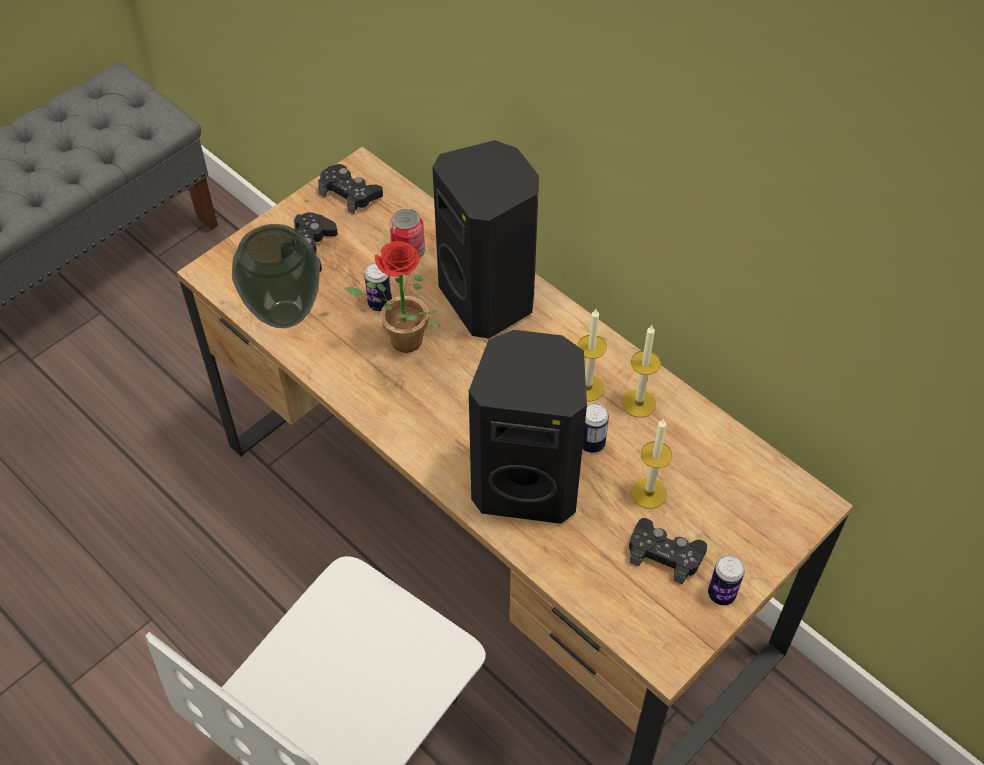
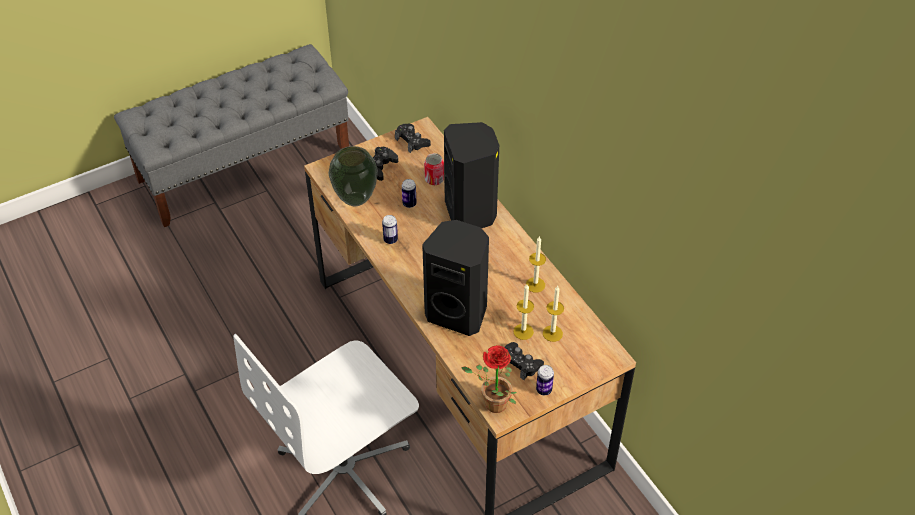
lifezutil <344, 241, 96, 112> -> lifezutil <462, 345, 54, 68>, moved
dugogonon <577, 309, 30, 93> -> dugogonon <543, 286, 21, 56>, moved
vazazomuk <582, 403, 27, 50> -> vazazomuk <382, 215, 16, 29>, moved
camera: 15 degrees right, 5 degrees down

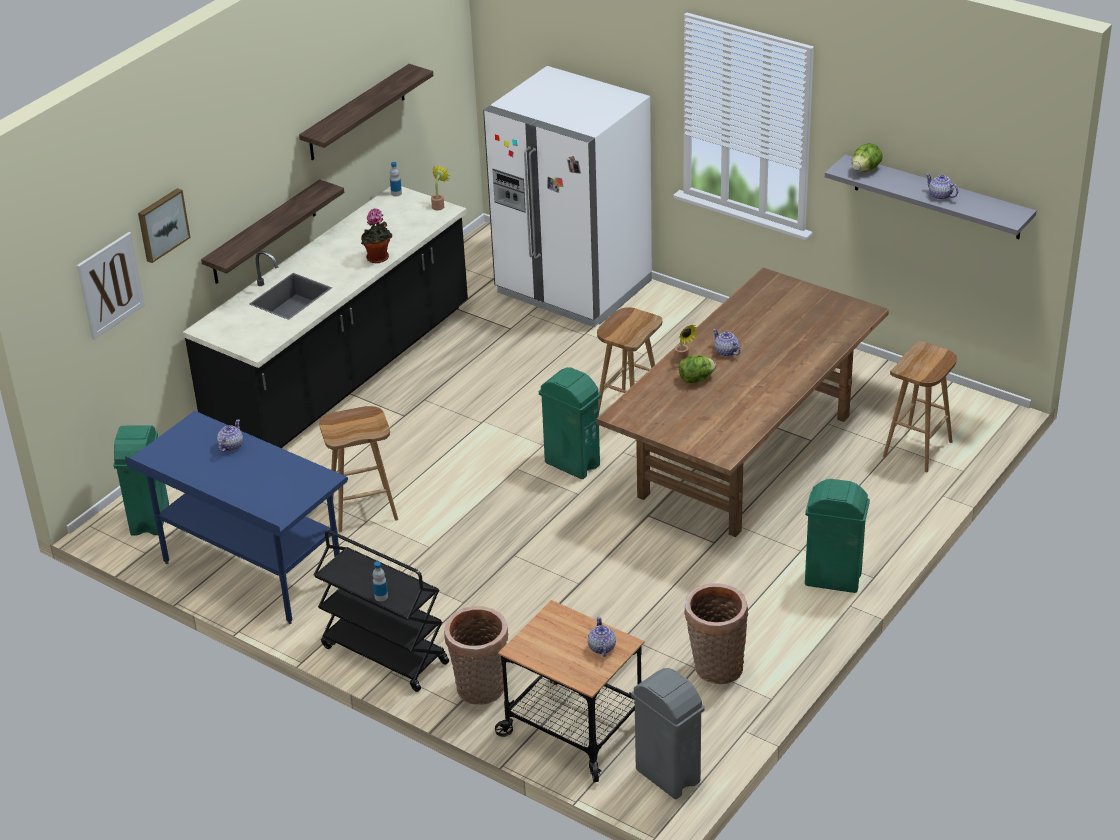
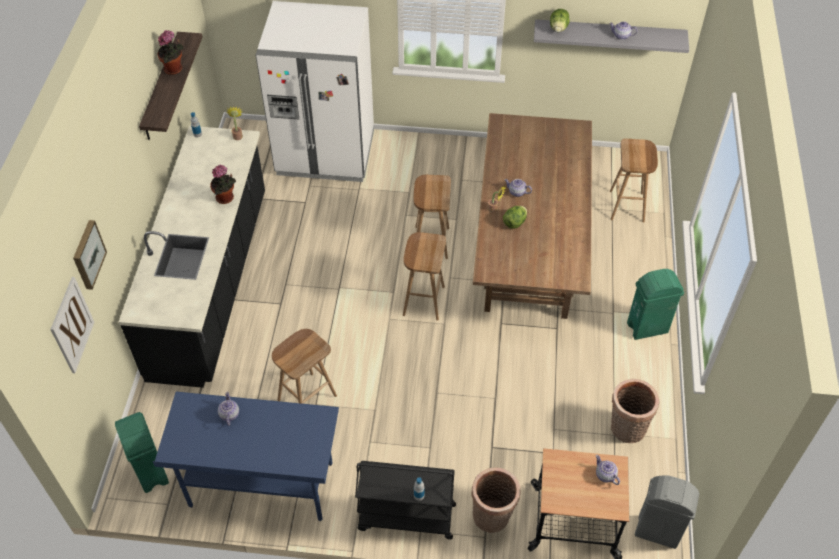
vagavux <201, 179, 143, 105> -> none
none -> lifezutil <157, 30, 26, 45>
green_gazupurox <539, 367, 62, 112> -> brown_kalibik <403, 232, 43, 89>
camera: 30 degrees left, 15 degrees up

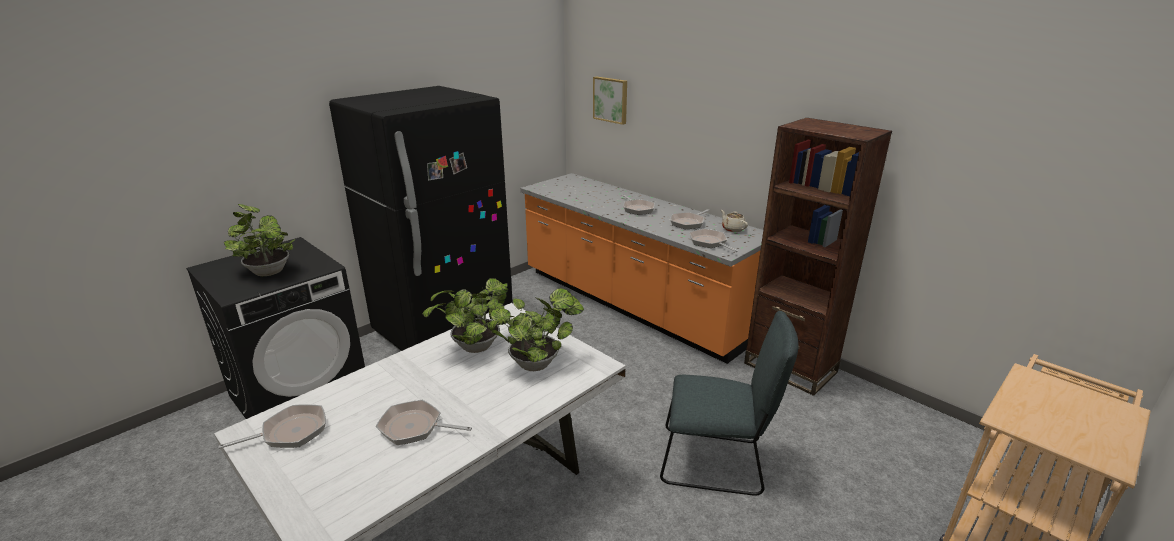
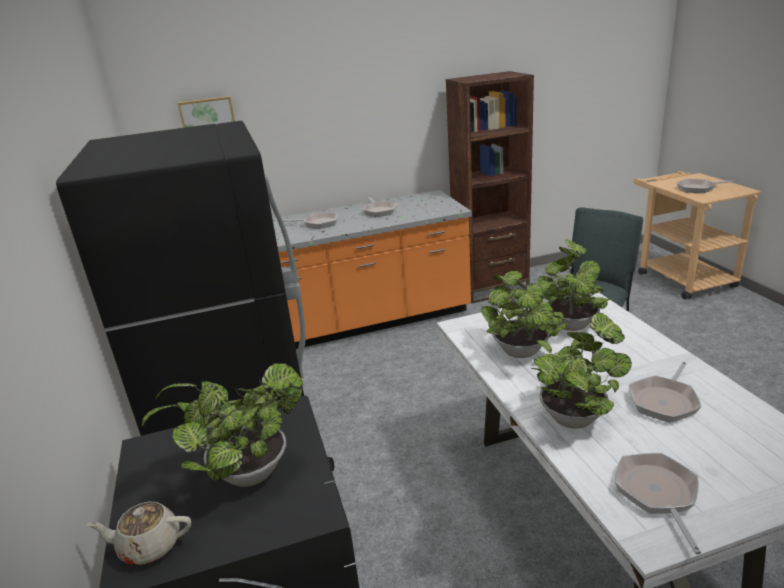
none -> lifezutil <531, 313, 101, 116>
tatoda <689, 229, 49, 23> -> tatoda <676, 179, 58, 14>, moved
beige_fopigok <721, 210, 27, 22> -> beige_fopigok <87, 502, 104, 63>, moved
camera: 60 degrees left, 0 degrees up

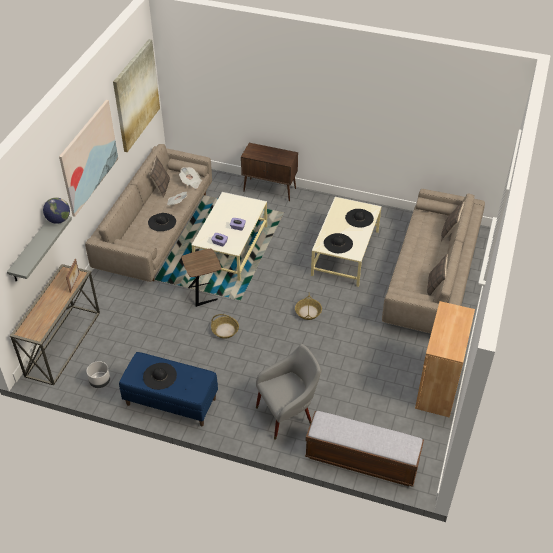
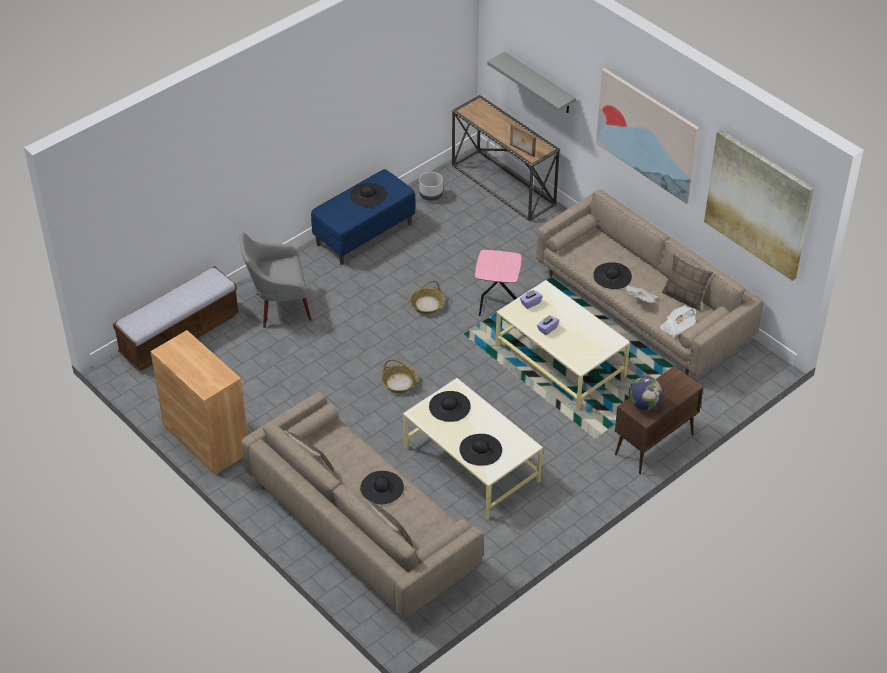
none -> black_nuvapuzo <360, 471, 44, 33>
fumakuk <43, 197, 27, 27> -> fumakuk <629, 376, 34, 34>, moved
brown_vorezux <182, 249, 39, 58> -> pink_vorezux <475, 250, 47, 66>
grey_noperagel <256, 344, 65, 96> -> grey_noperagel <240, 232, 71, 96>, 75 degrees clockwise
camera: 120 degrees right, 0 degrees up

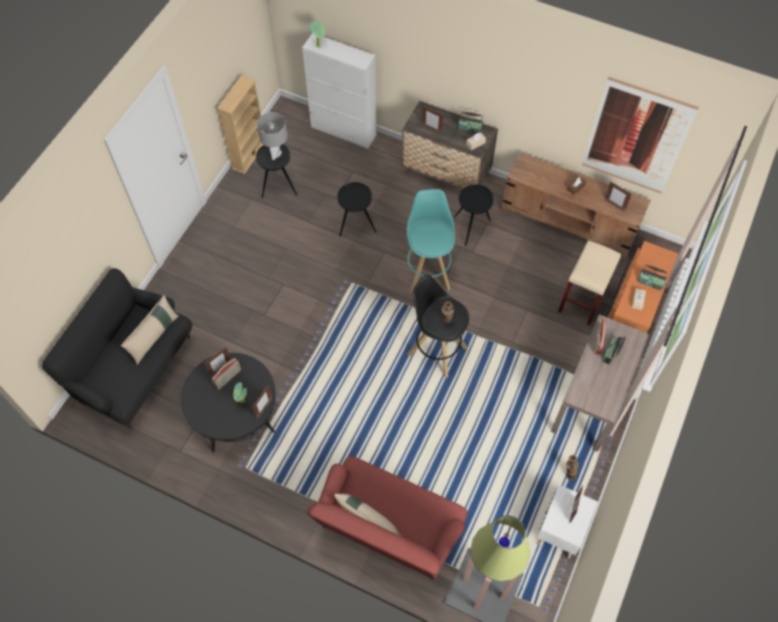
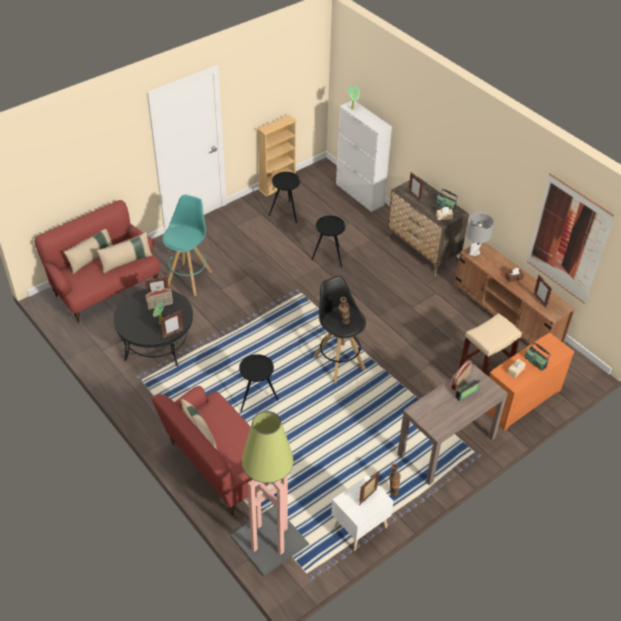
none -> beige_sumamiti <63, 229, 50, 46>
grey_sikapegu <257, 112, 30, 48> -> grey_sikapegu <466, 213, 28, 43>, moved
turquoise_kalibik <407, 189, 48, 103> -> turquoise_kalibik <163, 195, 49, 101>, moved
black_vorezux <454, 184, 40, 62> -> black_vorezux <239, 354, 39, 58>, moved
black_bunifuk <42, 268, 150, 160> -> red_bunifuk <35, 200, 126, 123>
camera: 25 degrees right, 15 degrees down

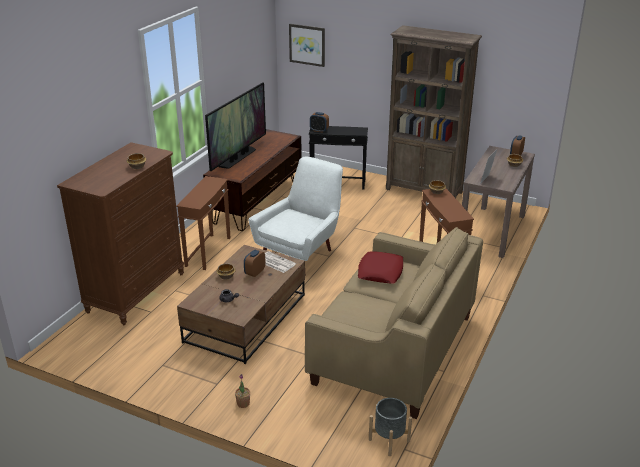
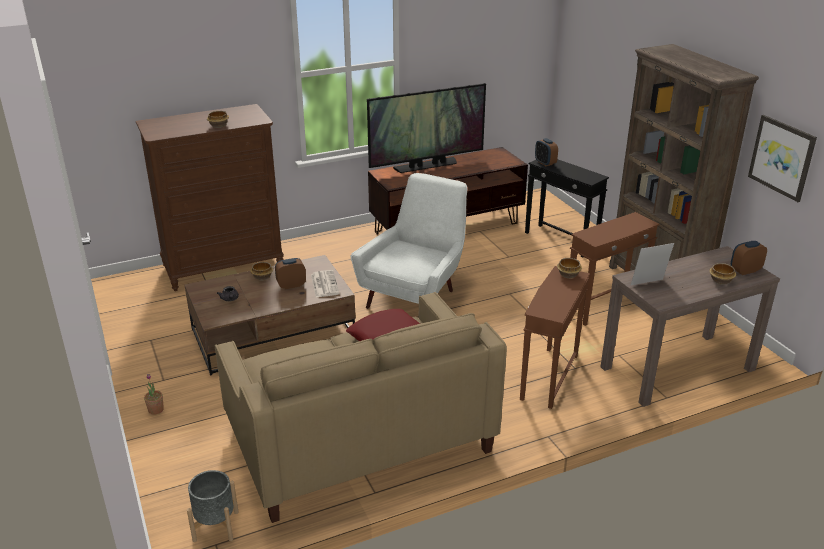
brown_vorezux <177, 176, 54, 94> -> brown_vorezux <570, 212, 89, 114>, moved
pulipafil <289, 24, 36, 43> -> pulipafil <748, 115, 69, 87>, moved
white_noperagel <249, 157, 94, 104> -> white_noperagel <351, 173, 116, 136>, 45 degrees counterclockwise
camera: 40 degrees right, 0 degrees up

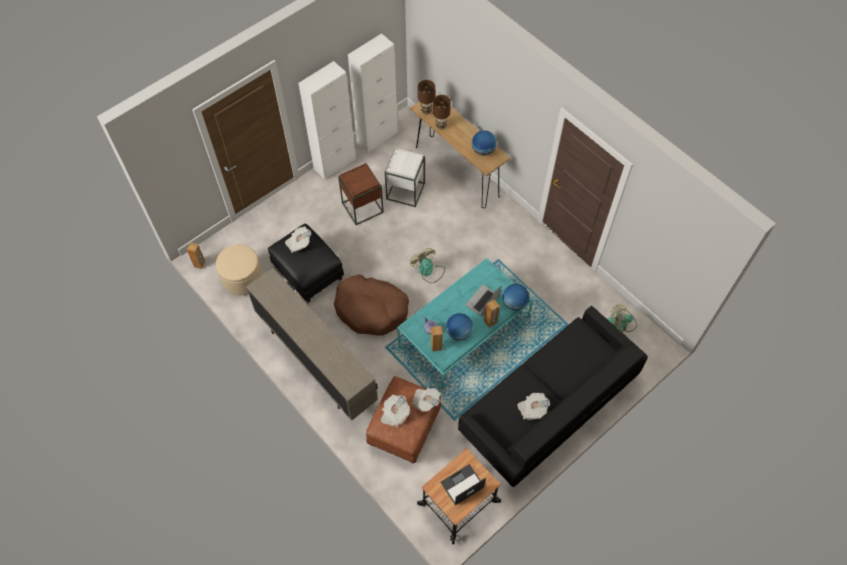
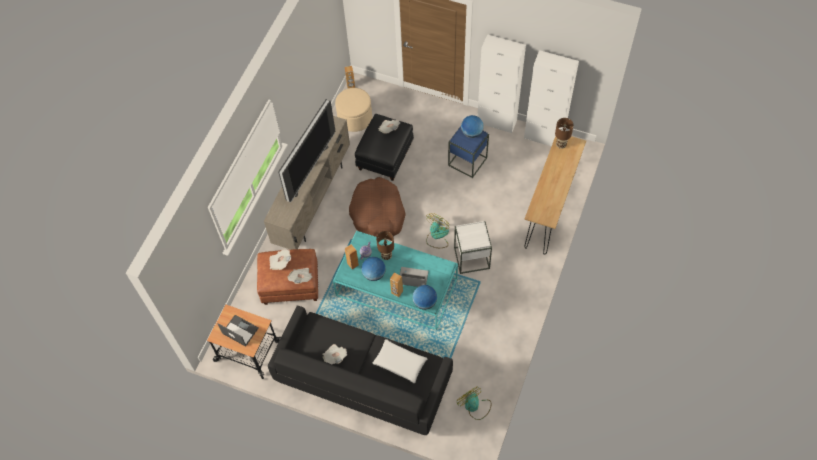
none -> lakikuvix <278, 99, 57, 104>
none -> white_sumamiti <373, 339, 54, 44>
white_vorezux <385, 148, 40, 59> -> white_vorezux <454, 221, 38, 53>, moved
brown_sikapegu <433, 95, 18, 35> -> brown_sikapegu <376, 231, 18, 29>, moved
fumakuk <472, 130, 25, 26> -> fumakuk <461, 115, 23, 23>, moved
brown_vorezux <338, 163, 46, 62> -> blue_vorezux <448, 126, 41, 52>
camera: 65 degrees right, 0 degrees up

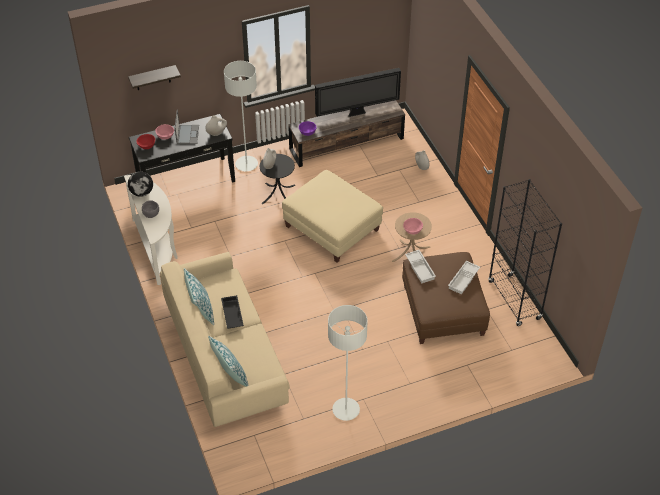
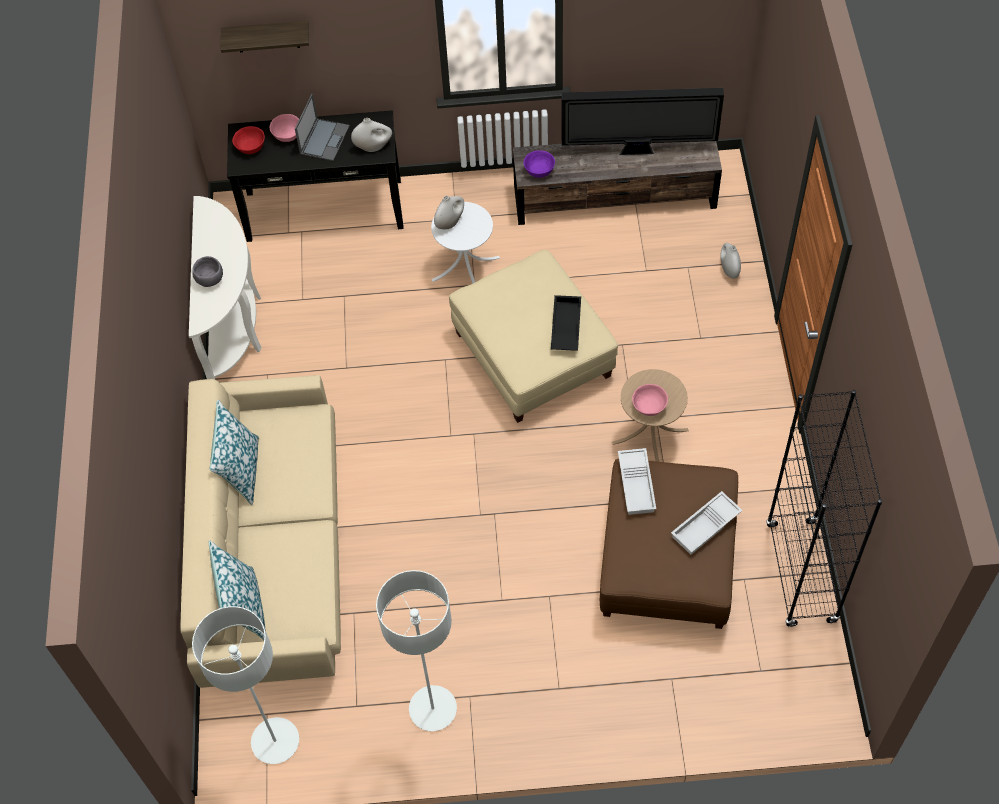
fumakuk <128, 171, 25, 26> -> none
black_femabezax <221, 295, 23, 34> -> black_femabezax <551, 295, 30, 56>, moved
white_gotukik <224, 61, 34, 110> -> white_gotukik <192, 606, 107, 158>, moved
black_vorezux <260, 154, 35, 50> -> white_vorezux <431, 202, 69, 82>
camera: 20 degrees right, 10 degrees up

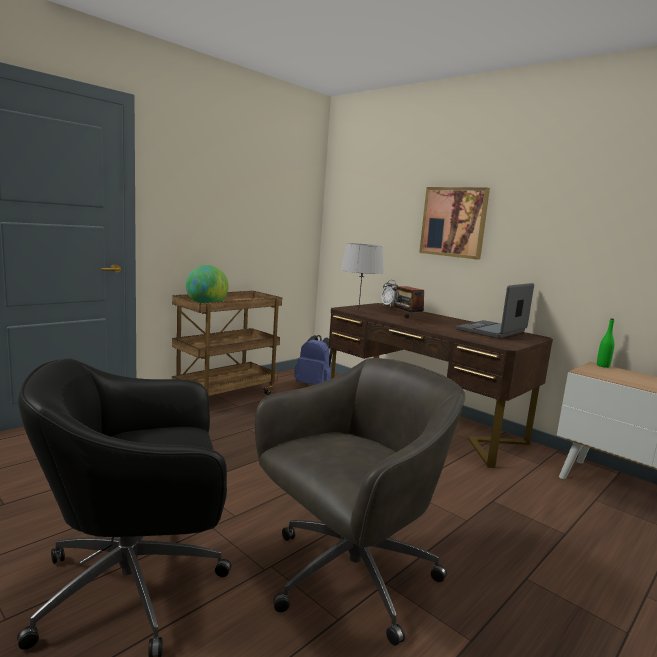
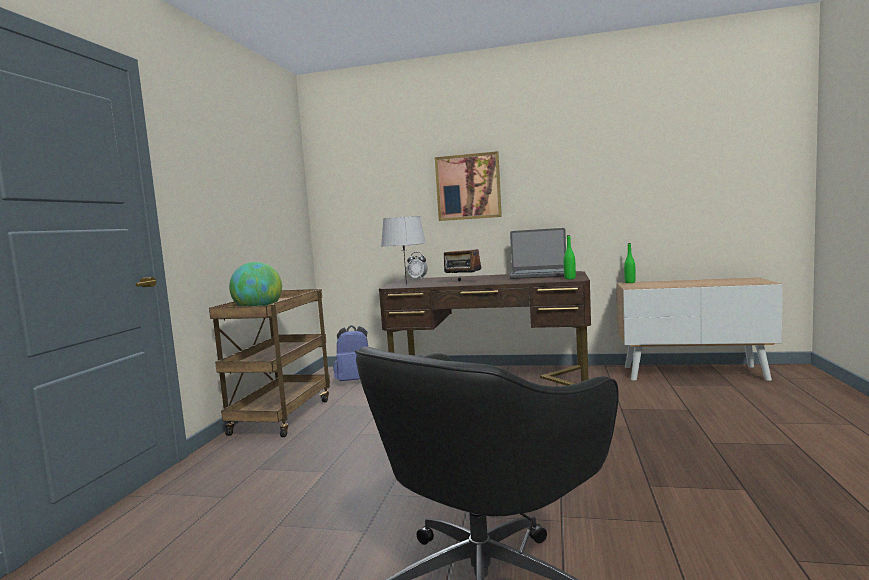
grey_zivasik <255, 358, 210, 288> -> none
none -> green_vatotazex <564, 235, 12, 44>
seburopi <456, 283, 78, 56> -> seburopi <510, 228, 56, 51>, 90 degrees counterclockwise
camera: 30 degrees left, 5 degrees down

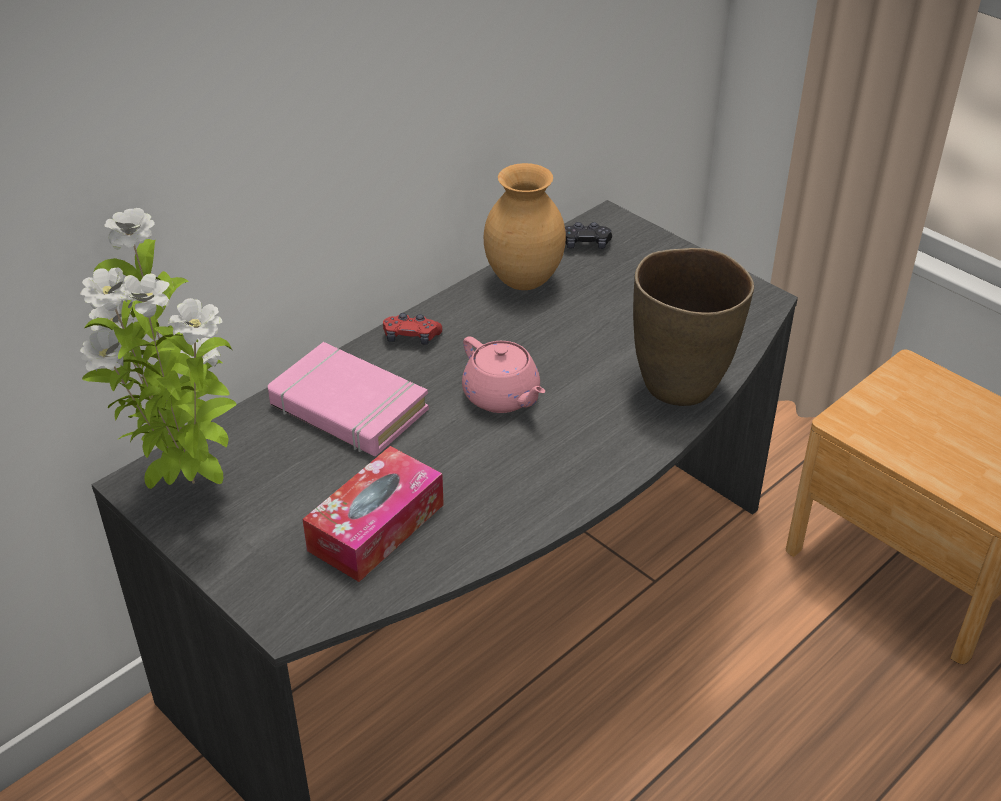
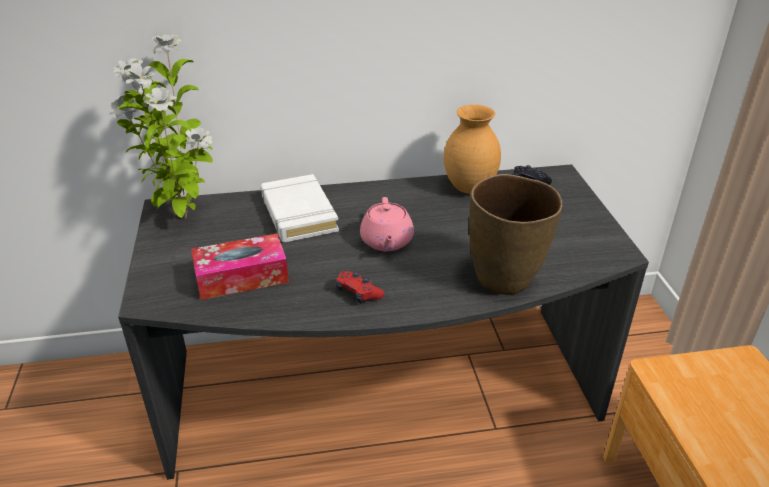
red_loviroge <383, 313, 59, 32> -> red_loviroge <336, 271, 48, 32>, moved
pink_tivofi <268, 342, 161, 114> -> white_tivofi <261, 174, 78, 68>
camera: 35 degrees right, 5 degrees down

